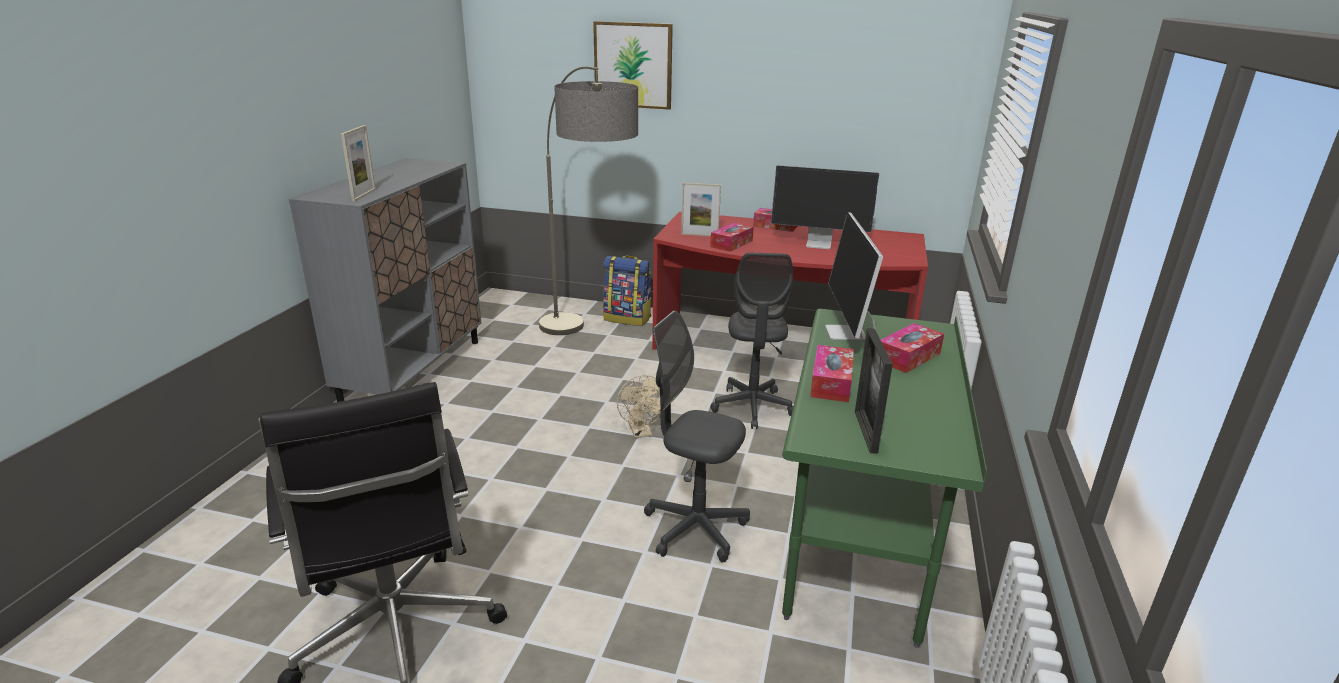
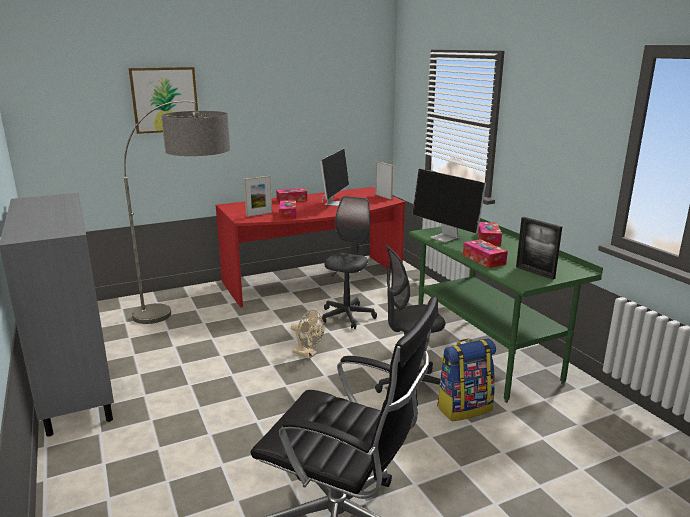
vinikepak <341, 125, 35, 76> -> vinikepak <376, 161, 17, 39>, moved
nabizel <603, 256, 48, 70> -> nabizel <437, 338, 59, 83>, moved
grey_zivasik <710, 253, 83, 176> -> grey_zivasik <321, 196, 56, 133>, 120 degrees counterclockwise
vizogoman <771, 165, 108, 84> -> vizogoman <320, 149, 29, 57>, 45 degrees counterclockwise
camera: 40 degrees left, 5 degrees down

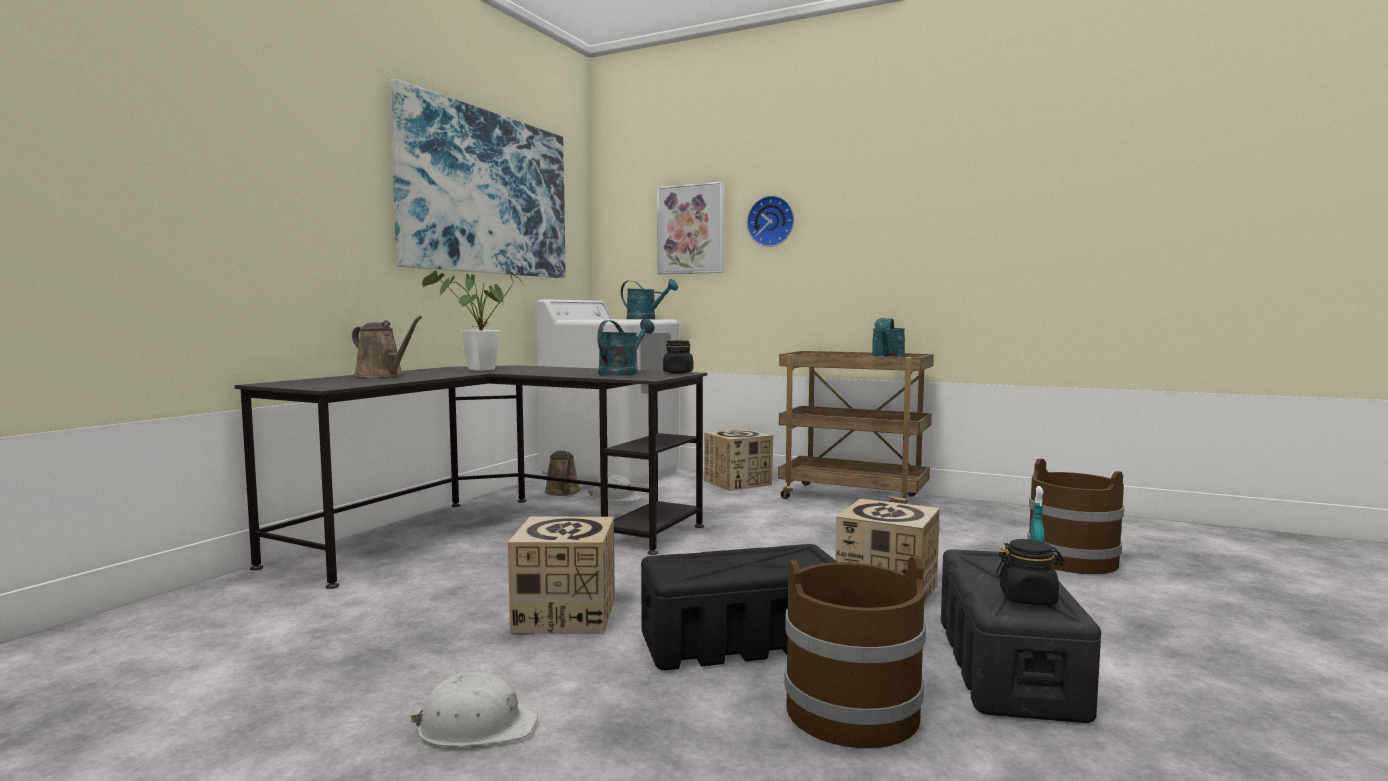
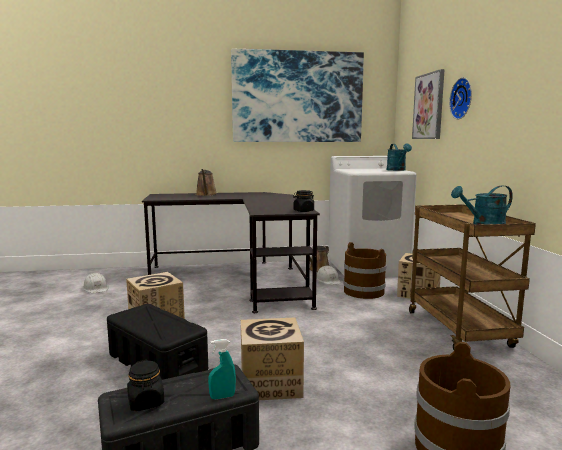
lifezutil <422, 270, 99, 101> -> none
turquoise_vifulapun <597, 319, 58, 57> -> none
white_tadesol <410, 672, 128, 75> -> white_tadesol <83, 273, 26, 20>, moved
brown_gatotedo <784, 556, 142, 192> -> brown_gatotedo <343, 242, 43, 57>, moved
camera: 55 degrees right, 5 degrees up

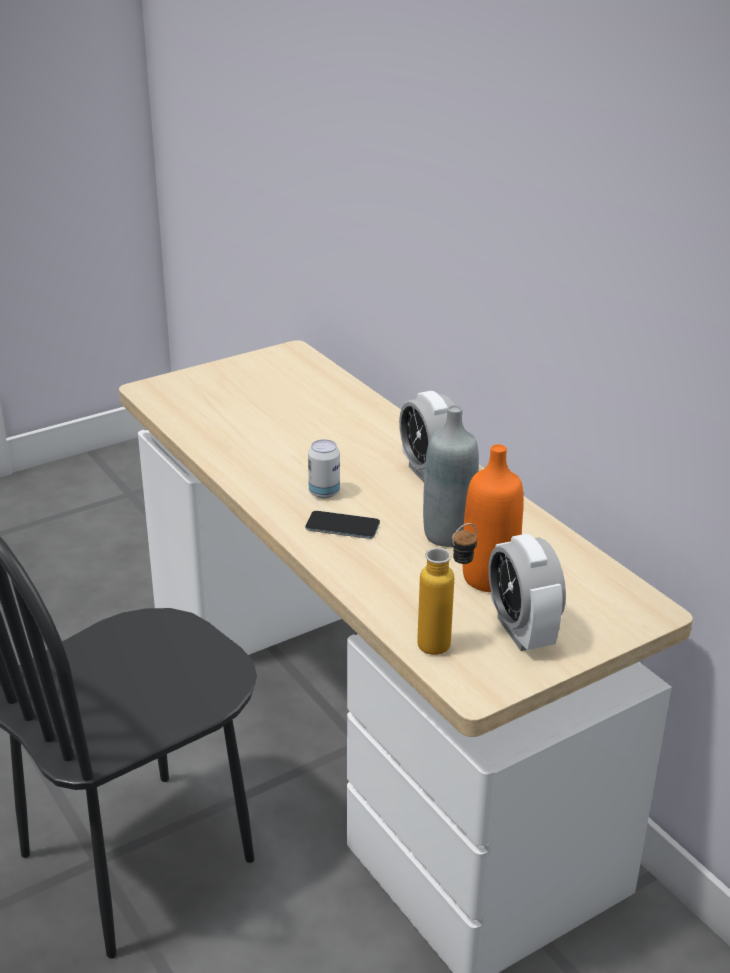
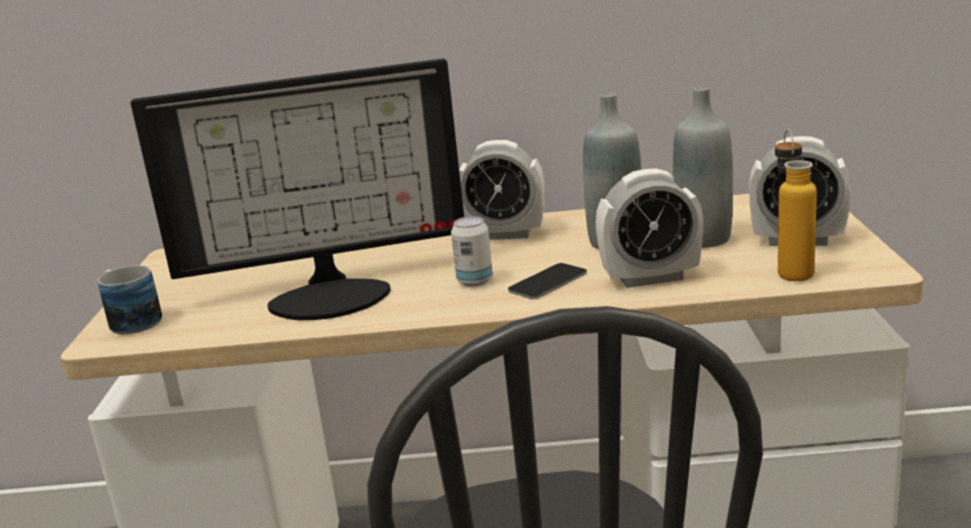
none -> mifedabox <98, 265, 64, 69>
none -> vizogoman <131, 59, 333, 261>
none -> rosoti <596, 168, 107, 120>
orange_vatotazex <462, 444, 61, 148> -> grey_vatotazex <673, 87, 60, 161>
camera: 55 degrees left, 10 degrees down

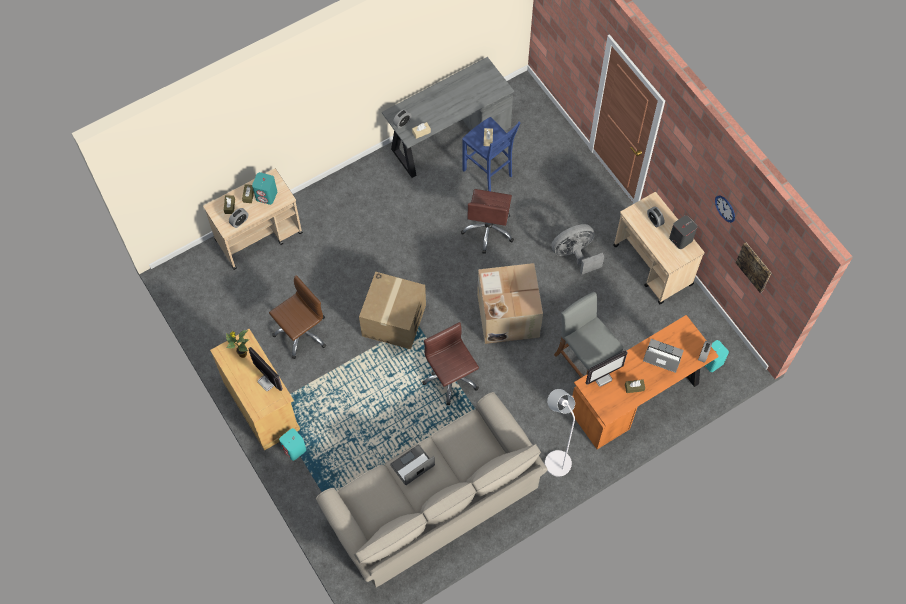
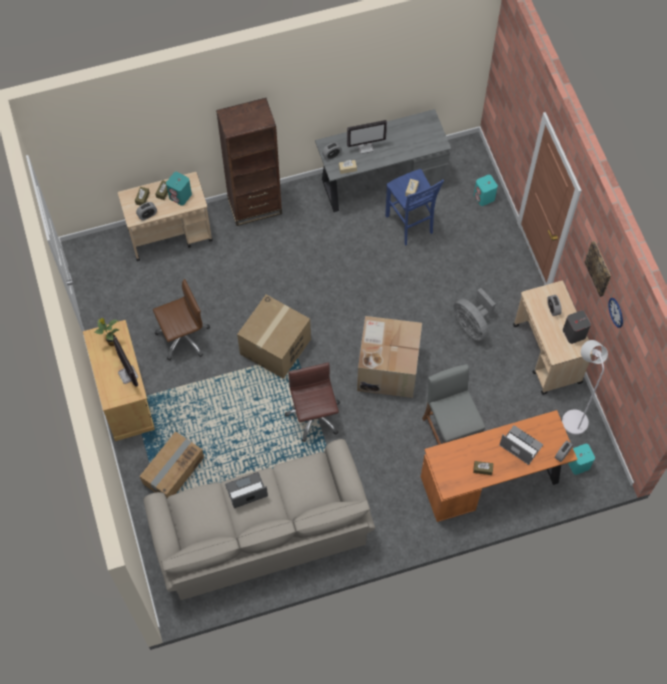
brown_zivasik <461, 189, 53, 65> -> none
none -> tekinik <140, 431, 64, 67>
none -> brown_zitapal <216, 98, 66, 128>
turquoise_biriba <279, 428, 27, 33> -> turquoise_biriba <474, 175, 24, 31>, moved
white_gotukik <545, 389, 30, 87> -> white_gotukik <562, 340, 46, 95>, moved
vizogoman <586, 351, 42, 36> -> vizogoman <347, 120, 40, 34>, moved
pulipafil <735, 242, 36, 51> -> pulipafil <584, 241, 27, 56>, moved
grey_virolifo <552, 224, 52, 51> -> grey_virolifo <453, 288, 43, 53>, 120 degrees counterclockwise
camera: 15 degrees right, 0 degrees up

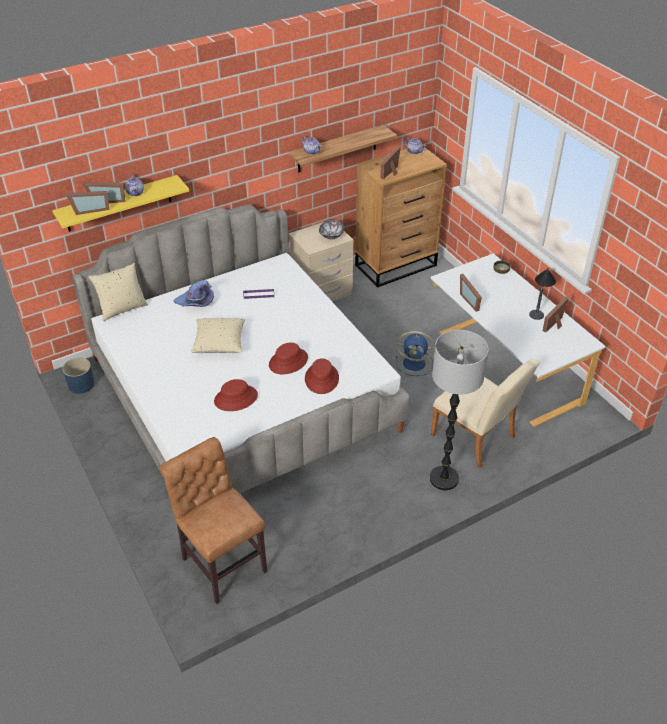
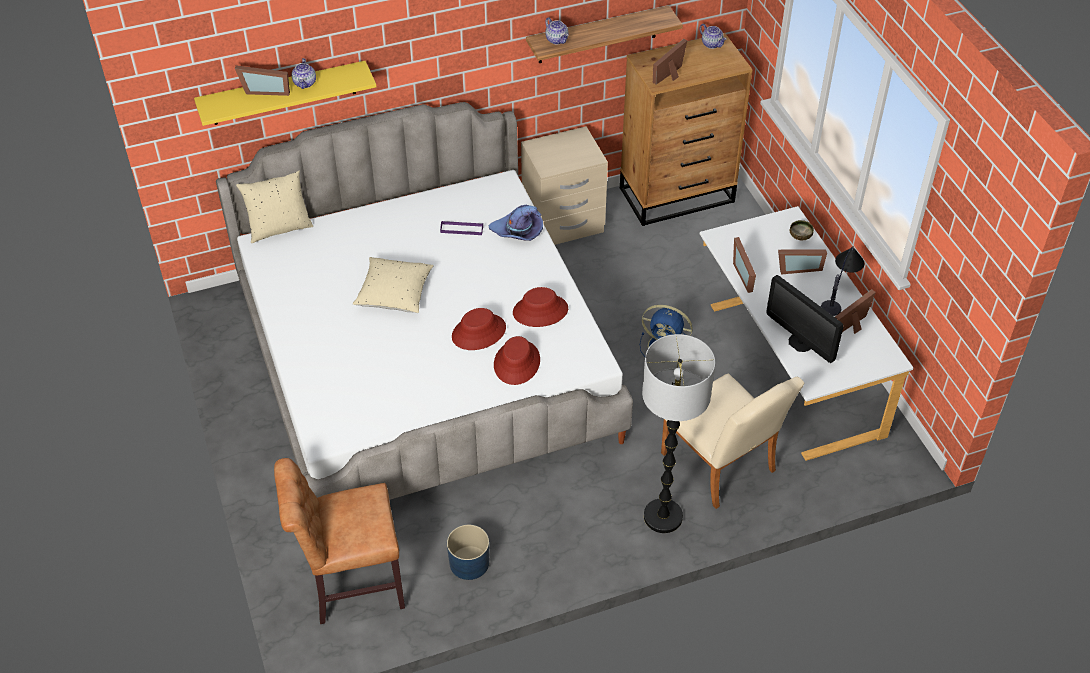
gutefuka <319, 219, 25, 21> -> none
none -> vizogoman <766, 275, 77, 88>
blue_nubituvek <62, 358, 33, 36> -> blue_nubituvek <447, 525, 42, 55>, moved
vinikepak <66, 191, 44, 24> -> vinikepak <778, 250, 49, 25>, moved
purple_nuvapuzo <173, 280, 41, 27> -> purple_nuvapuzo <488, 205, 55, 36>, moved
red_nuvapuzo <214, 379, 44, 32> -> red_nuvapuzo <513, 287, 55, 40>, moved
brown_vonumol <159, 437, 108, 167> -> brown_vonumol <274, 458, 131, 166>, 75 degrees counterclockwise
camera: 10 degrees right, 5 degrees up

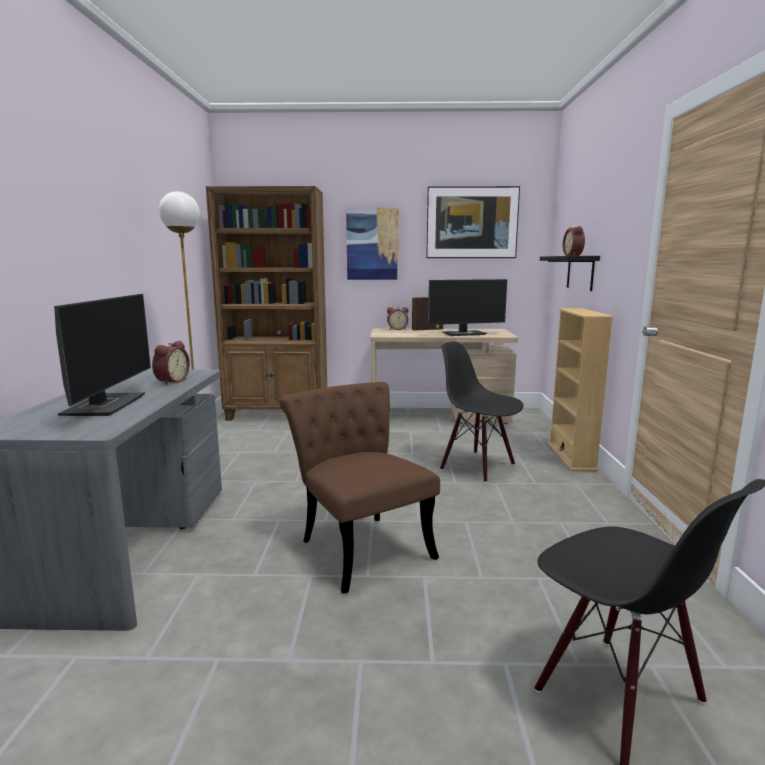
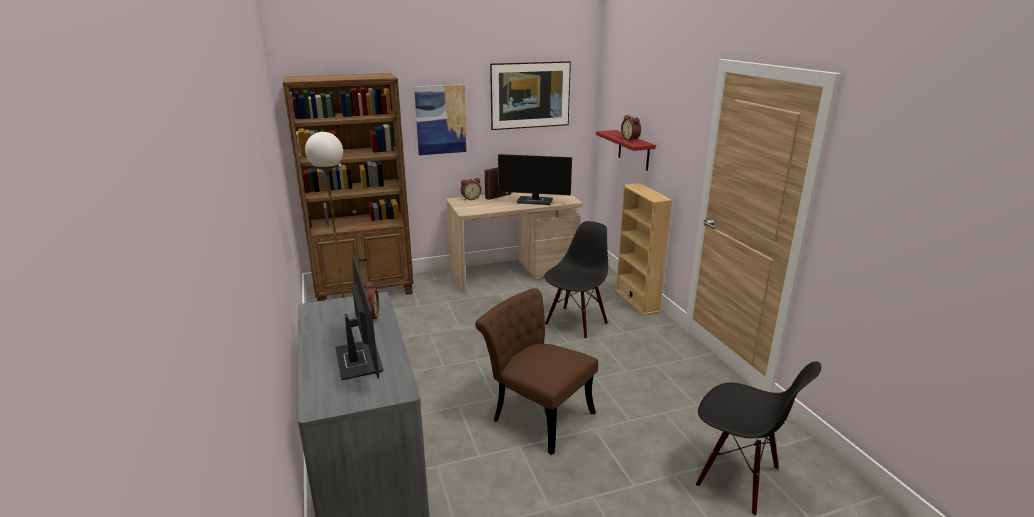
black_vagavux <540, 256, 60, 35> -> red_vagavux <596, 130, 60, 41>
vizogoman <428, 279, 79, 57> -> vizogoman <498, 154, 74, 51>, 45 degrees clockwise
black_vonumol <440, 341, 84, 142> -> black_vonumol <544, 221, 64, 118>, 105 degrees clockwise
camera: 20 degrees left, 10 degrees up

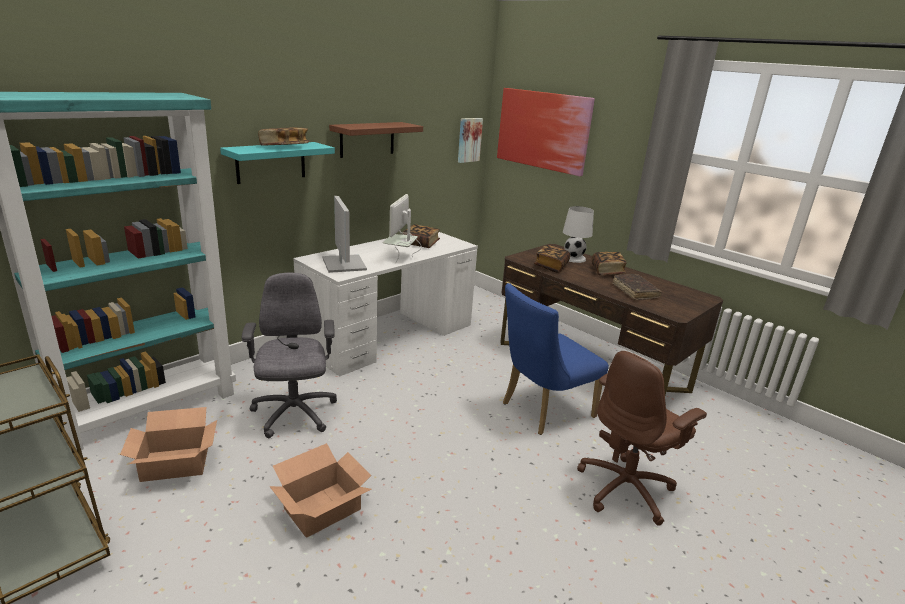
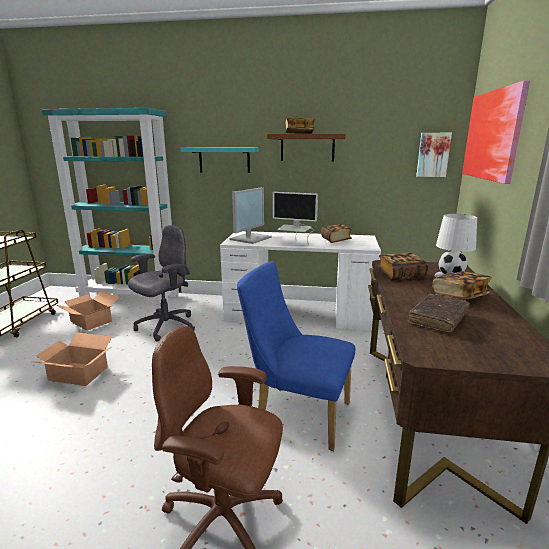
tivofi <258, 127, 51, 18> -> tivofi <286, 118, 29, 16>, moved
vizogoman <383, 194, 39, 69> -> vizogoman <273, 192, 45, 53>, 135 degrees counterclockwise
camera: 55 degrees right, 5 degrees down

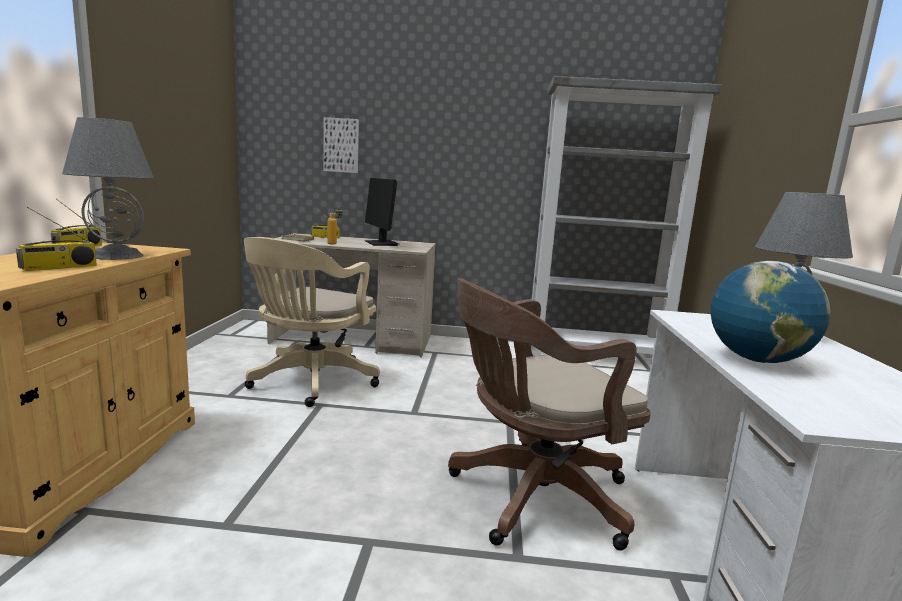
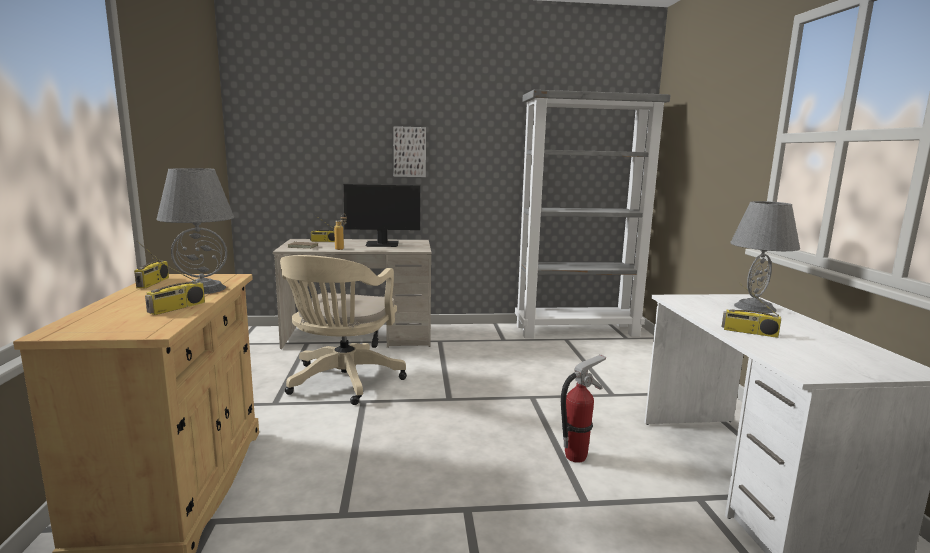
pulipafil <323, 117, 36, 56> -> pulipafil <393, 126, 33, 51>, moved
brown_zivasik <448, 279, 203, 272> -> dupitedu <561, 354, 45, 109>
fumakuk <711, 261, 120, 102> -> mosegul <722, 283, 59, 55>
vizogoman <364, 178, 35, 68> -> vizogoman <344, 184, 76, 63>, 60 degrees counterclockwise
camera: 10 degrees left, 0 degrees up

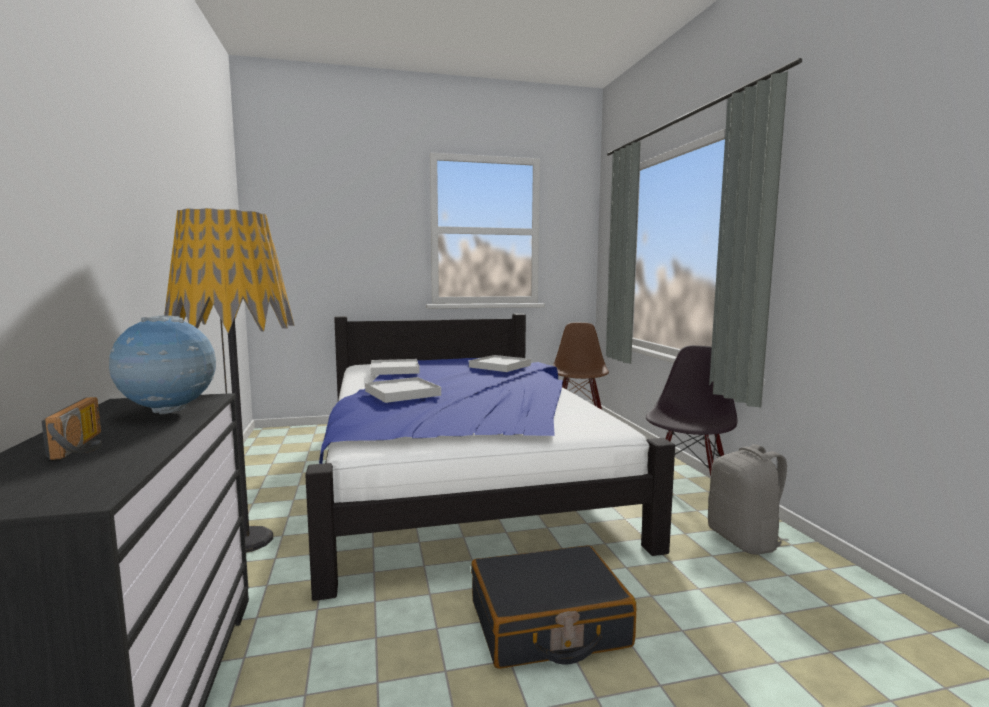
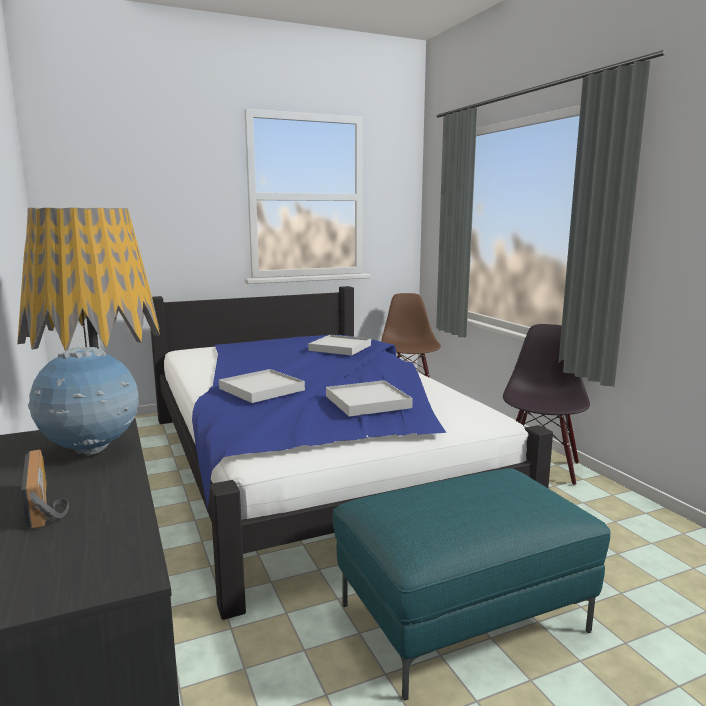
grey_nabizel <708, 444, 81, 111> -> none
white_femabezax <371, 359, 49, 16> -> white_femabezax <326, 380, 87, 37>, moved
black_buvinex <471, 545, 165, 124> -> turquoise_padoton <333, 468, 278, 233>
camera: 10 degrees left, 5 degrees up

